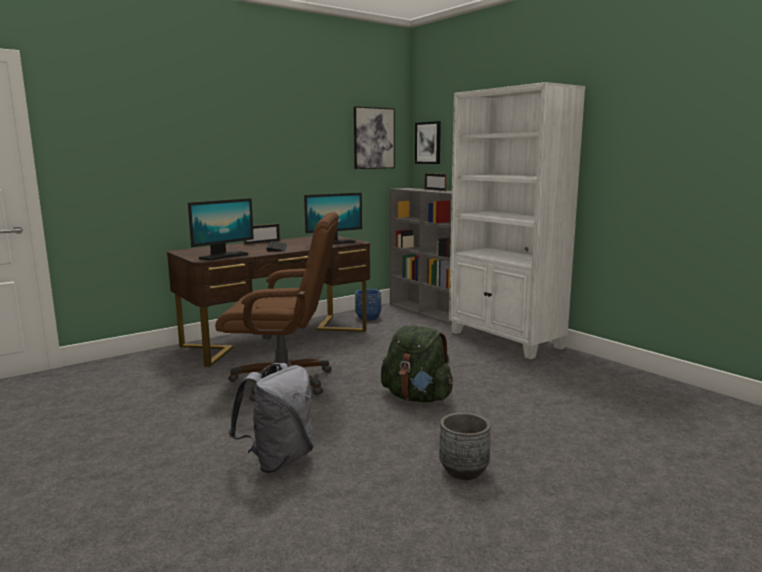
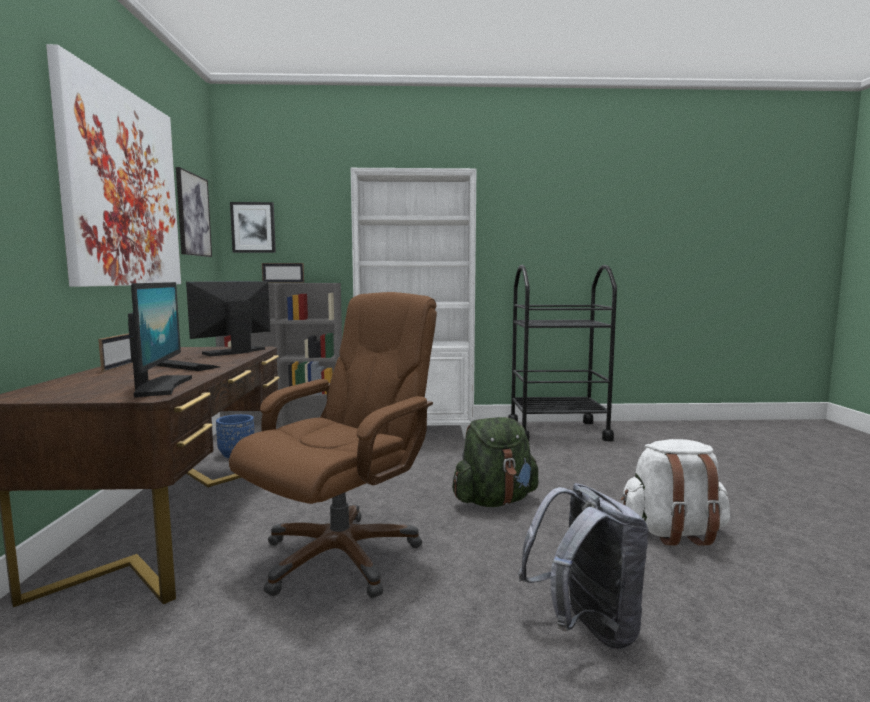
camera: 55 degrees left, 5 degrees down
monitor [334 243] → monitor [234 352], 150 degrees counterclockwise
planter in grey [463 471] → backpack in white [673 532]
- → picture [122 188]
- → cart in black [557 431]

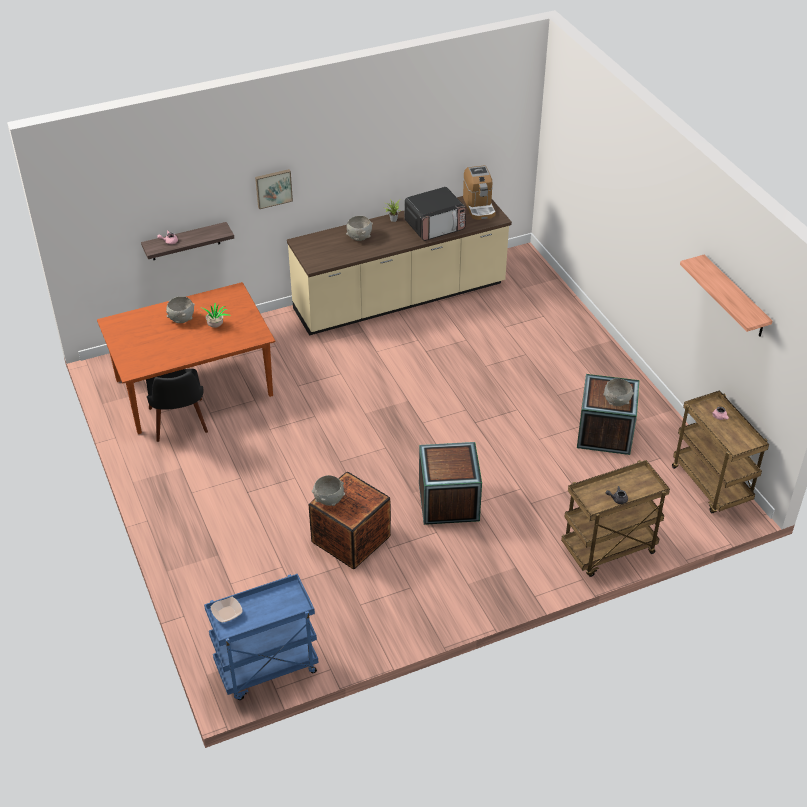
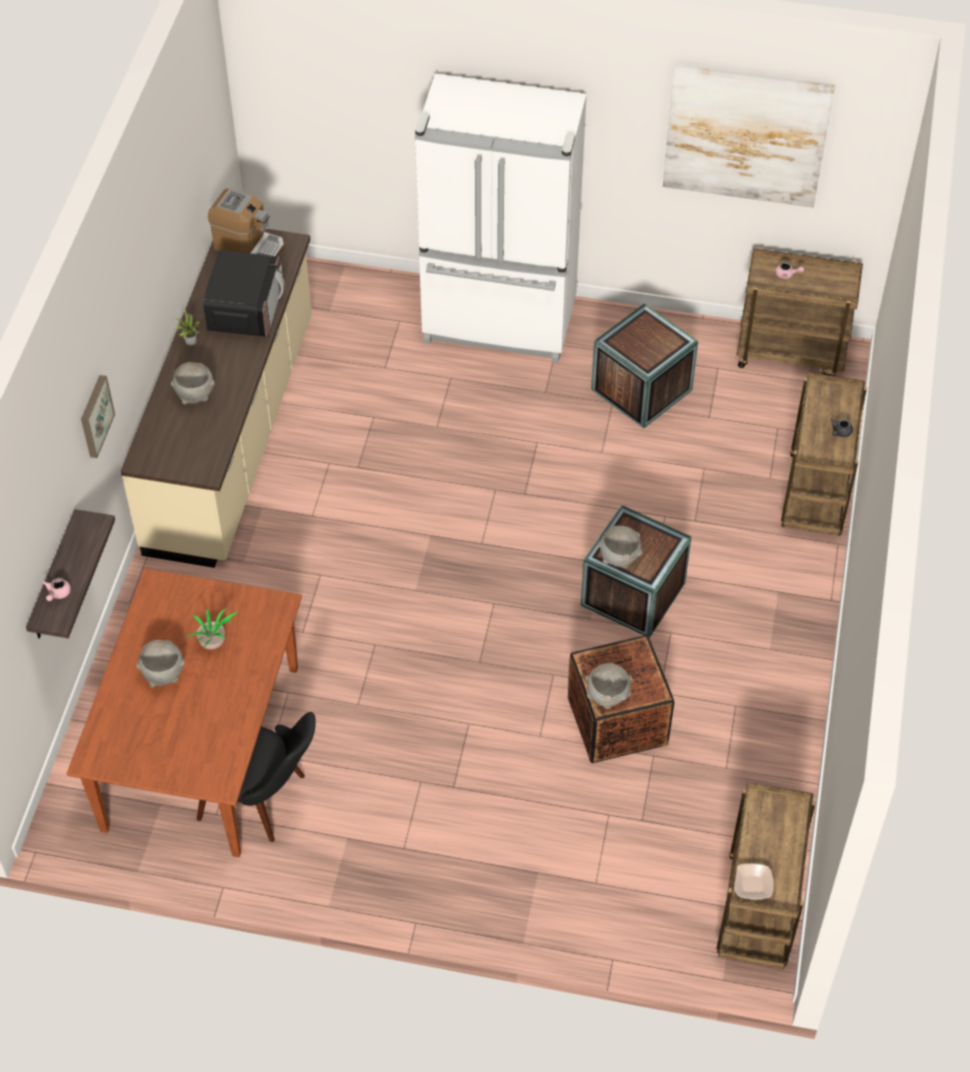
camera: 55 degrees left, 10 degrees up
cart in blue [266 669] → cart in brown [758 913]
bowl in grey [616 402] → bowl in grey [619 559], shifted
shelf [734 297] → picture [746 135]
- → fridge in white [499 323]

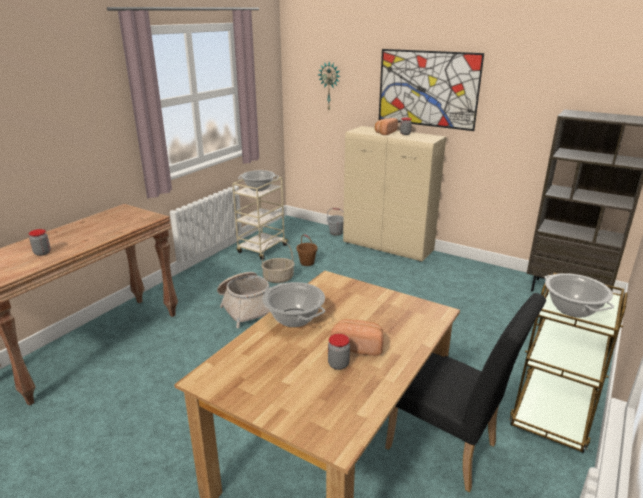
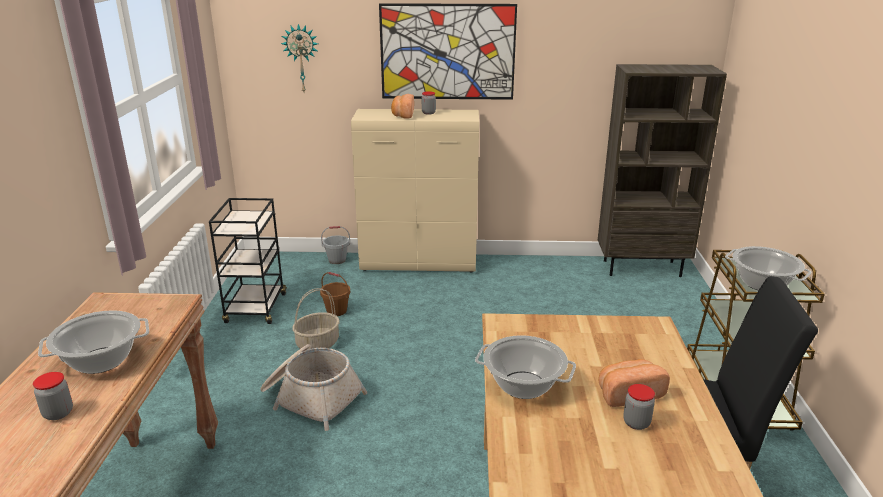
camera: 30 degrees left, 0 degrees up
cart in beige [262 249] → cart in black [256 309]
cooking pot [259 188] → cooking pot [101 360], shifted

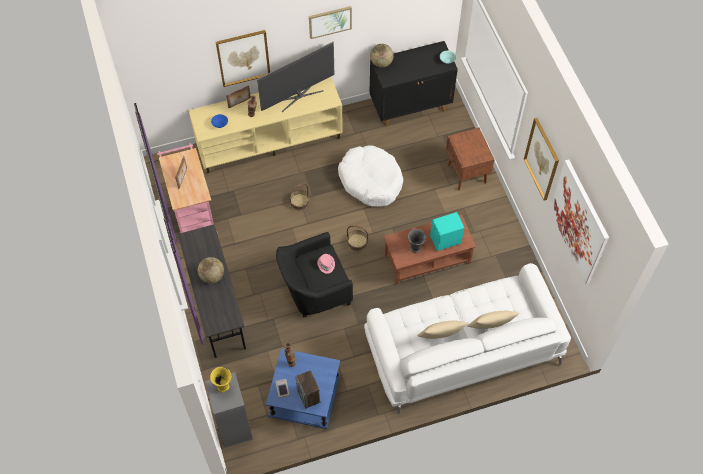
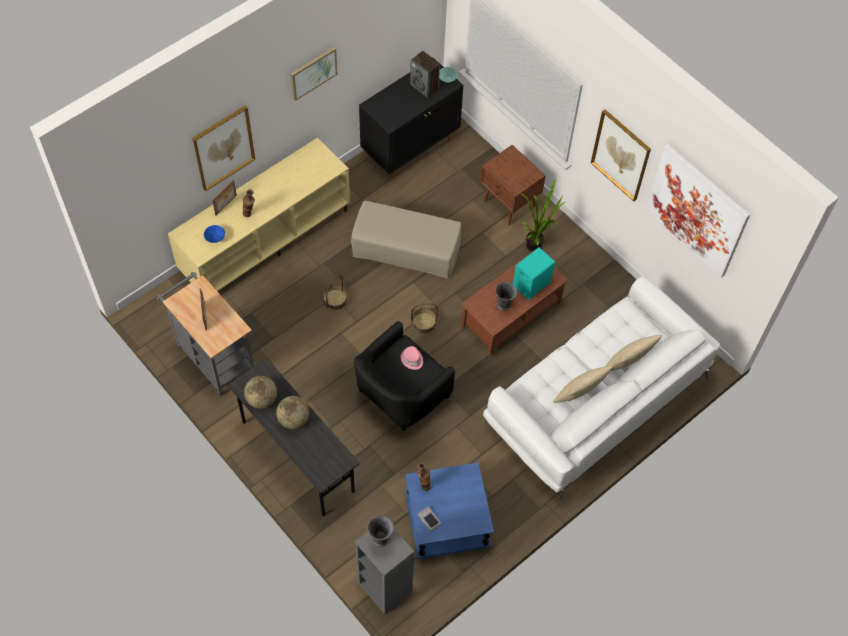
camera: 25 degrees left, 0 degrees up
cart in pink [192 212] → cart in grey [213 355]
vase in yellow [223 387] → vase in grey [380 540]
television [298 96] → -
speaker [309 396] → speaker [424 86], shifted
dog bed in white [371 181] → ottoman in beige [406 247]
globe [381 63] → globe [262 399], shifted
- → potted plant [536 244]

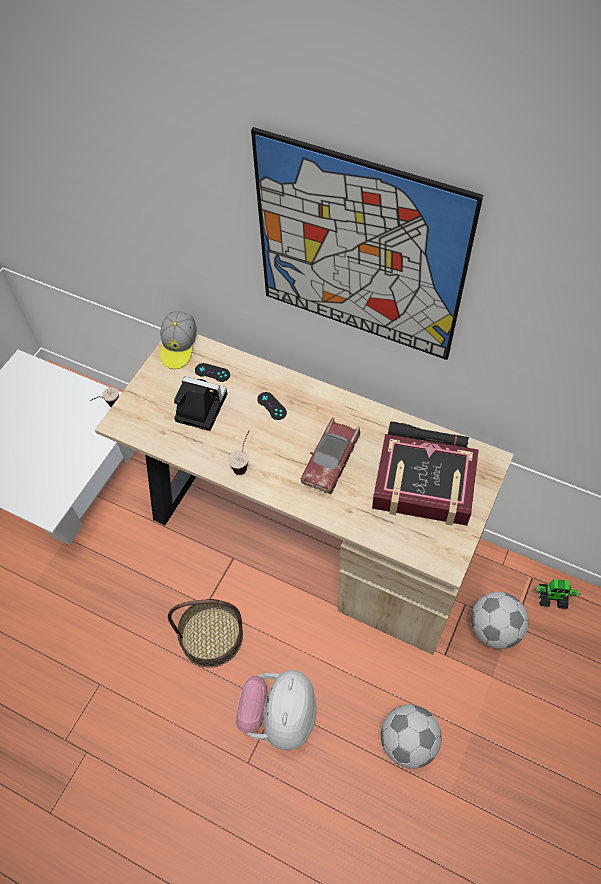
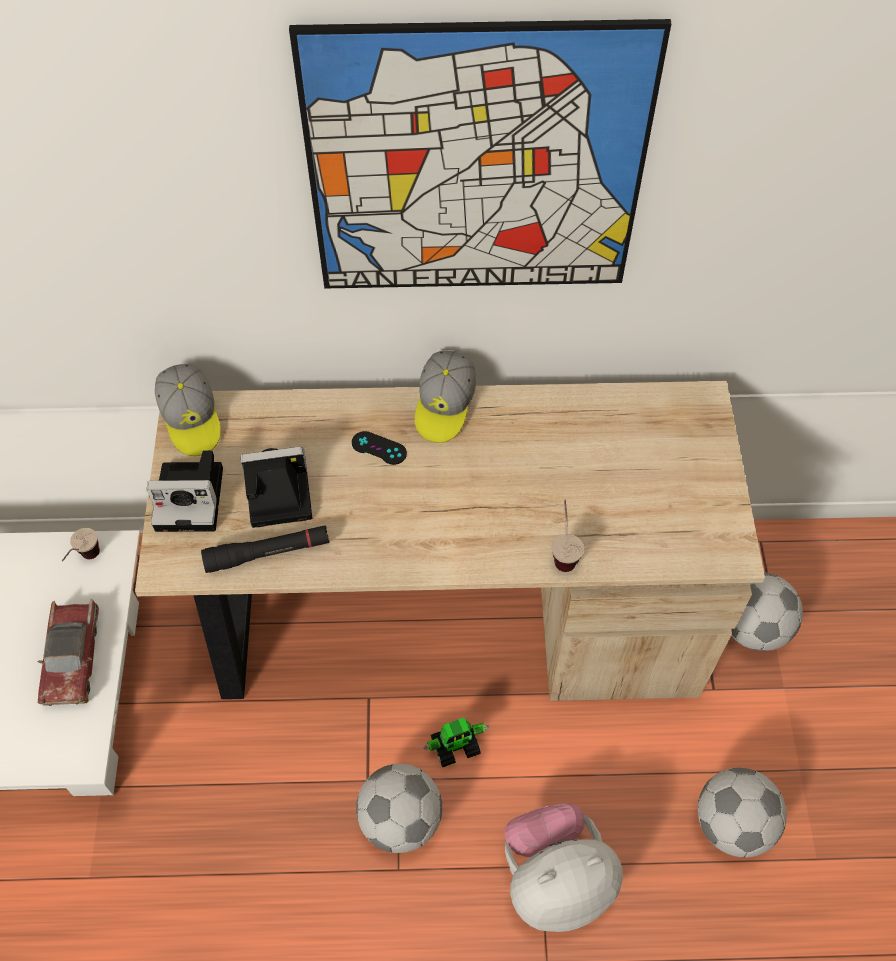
camera: 30 degrees left, 0 degrees up
basket [211 636] → football [400 820]
game controller in black [212 372] → -
cup [243 462] → cup [563 551], shifted
plush toy [280 717] → plush toy [554 880], 90 degrees clockwise
toy car [330 460] → toy car [72 658], shifted
book [423 486] → -
flashlight in black [427 439] → flashlight in black [267 553], shifted
toy robot [552 598] → toy robot [456 746], shifted
- → photo camera [193 497]
- → cap [444 406]

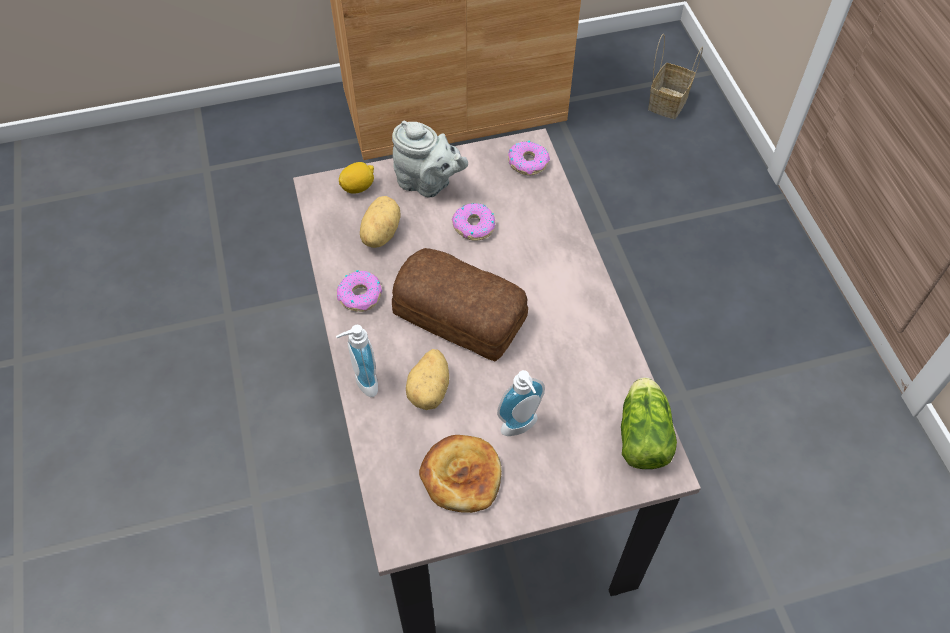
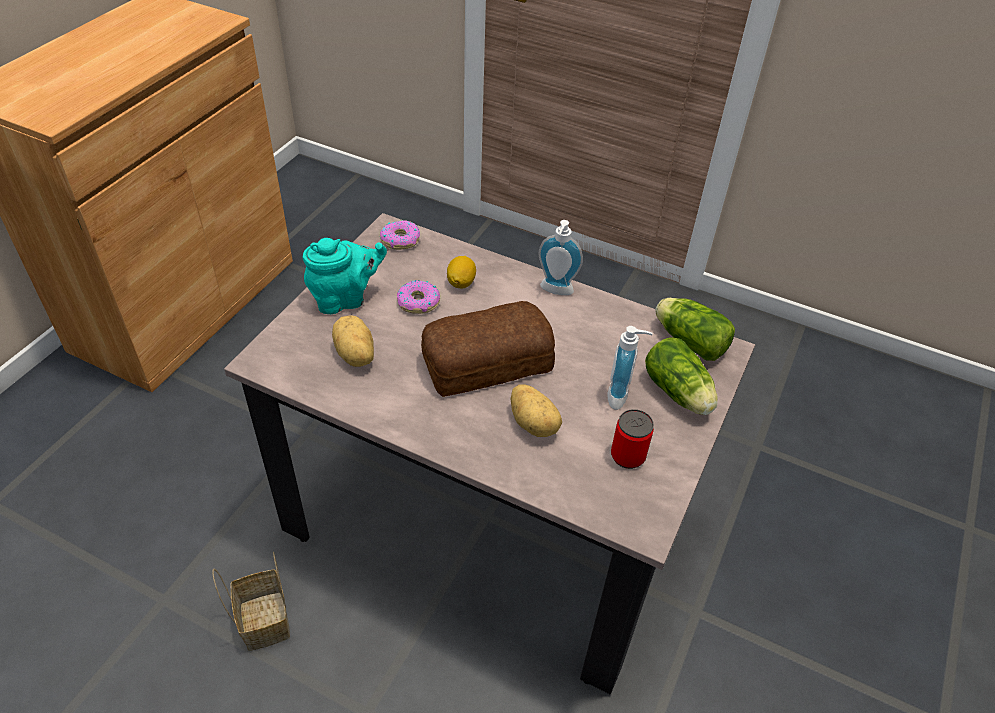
camera: 50 degrees left, 10 degrees down
soap dispenser [362 383] → soap dispenser [555 291], shifted
donut [360 295] → -
lemon [358 187] → lemon [461 282], shifted
teapot in grey [427 183] → teapot in turquoise [345 299]
bread [461 475] → can [628 456]
basket [667 101] → basket [263 619], shifted
- → lettuce [679 394]

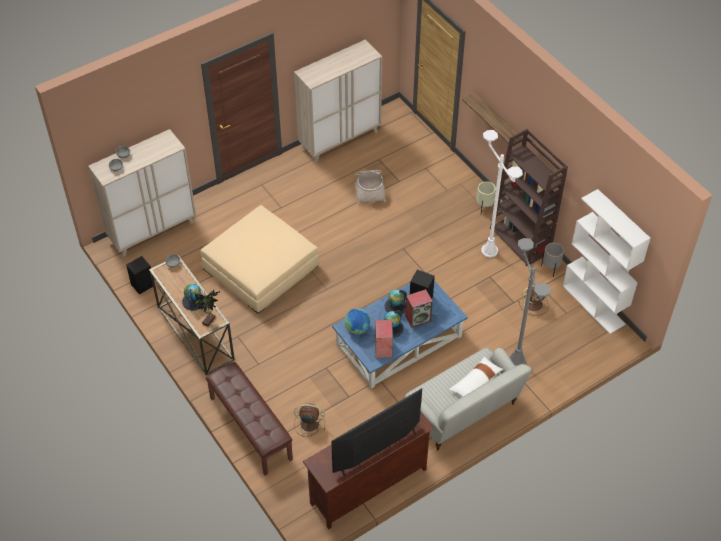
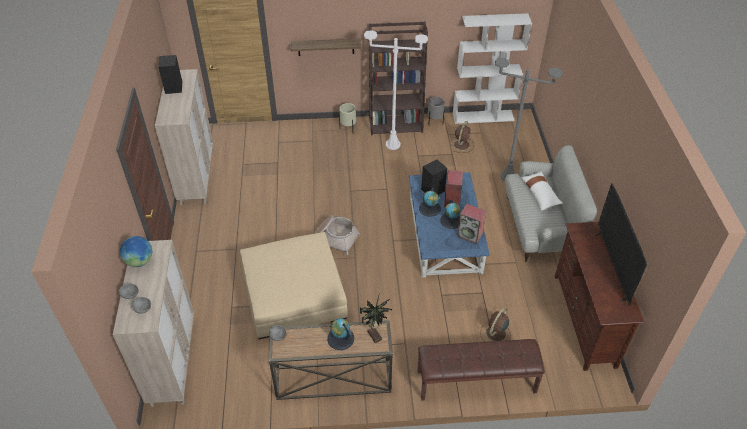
camera: 60 degrees left, 5 degrees down
speaker in black [143 284] → speaker in black [173 87], shifted
globe [357 328] → globe [139 261], shifted
basket [369 189] → basket [335 238], shifted

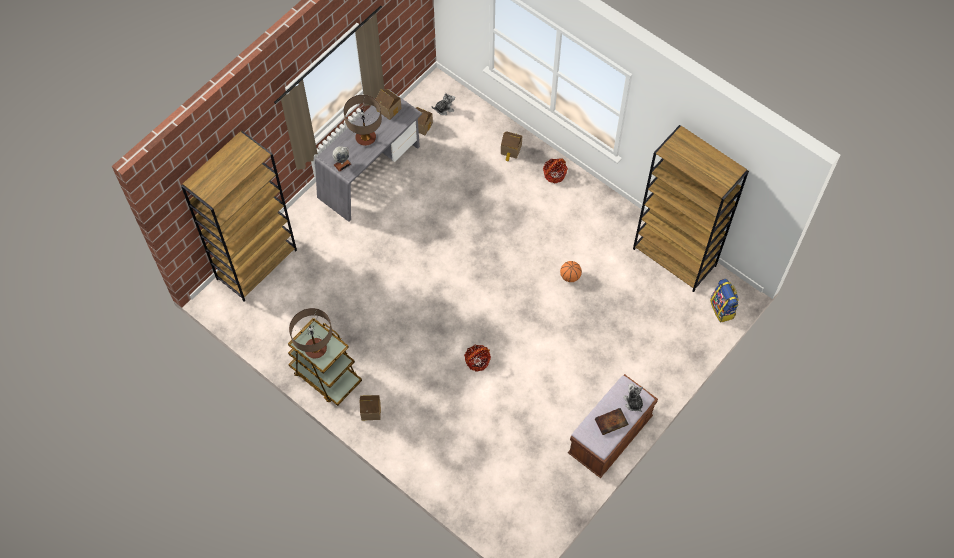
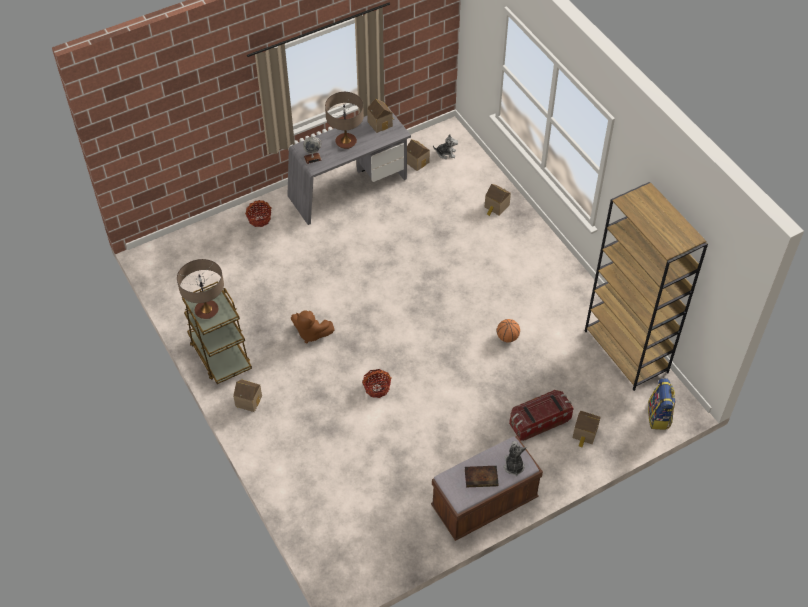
camera: 20 degrees right, 10 degrees down
bookcase in brown [257 264] → -
basket [554 174] → basket [259 219], shifted
- → plush toy in brown [311 333]
- → storage box [539 421]
- → toy house [585 434]

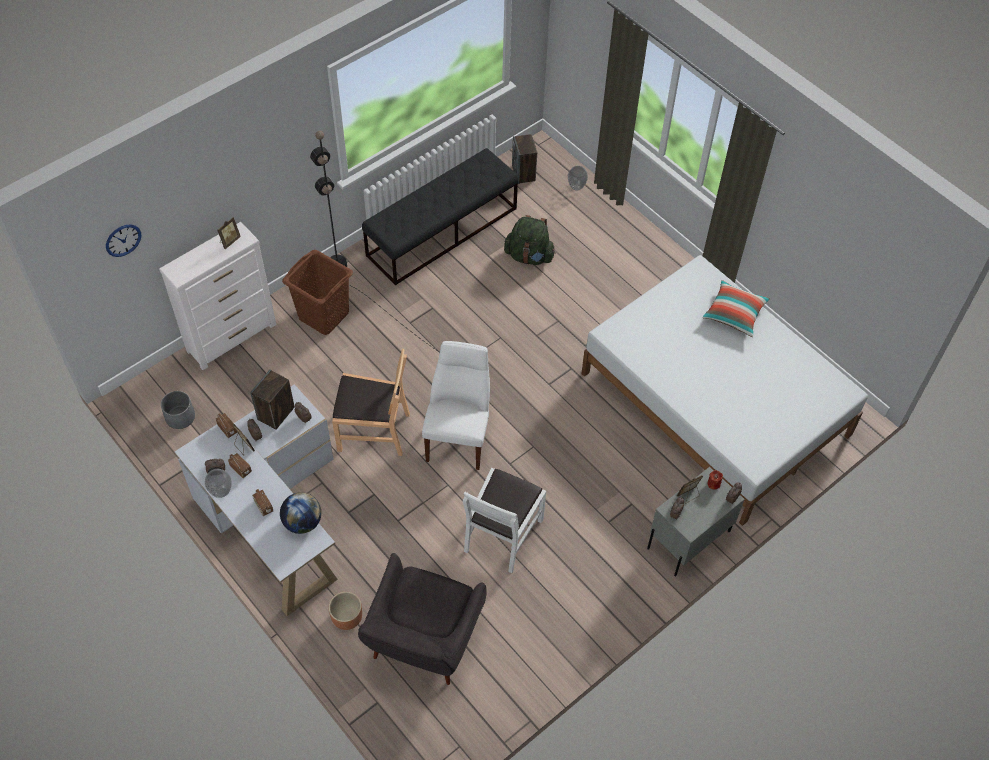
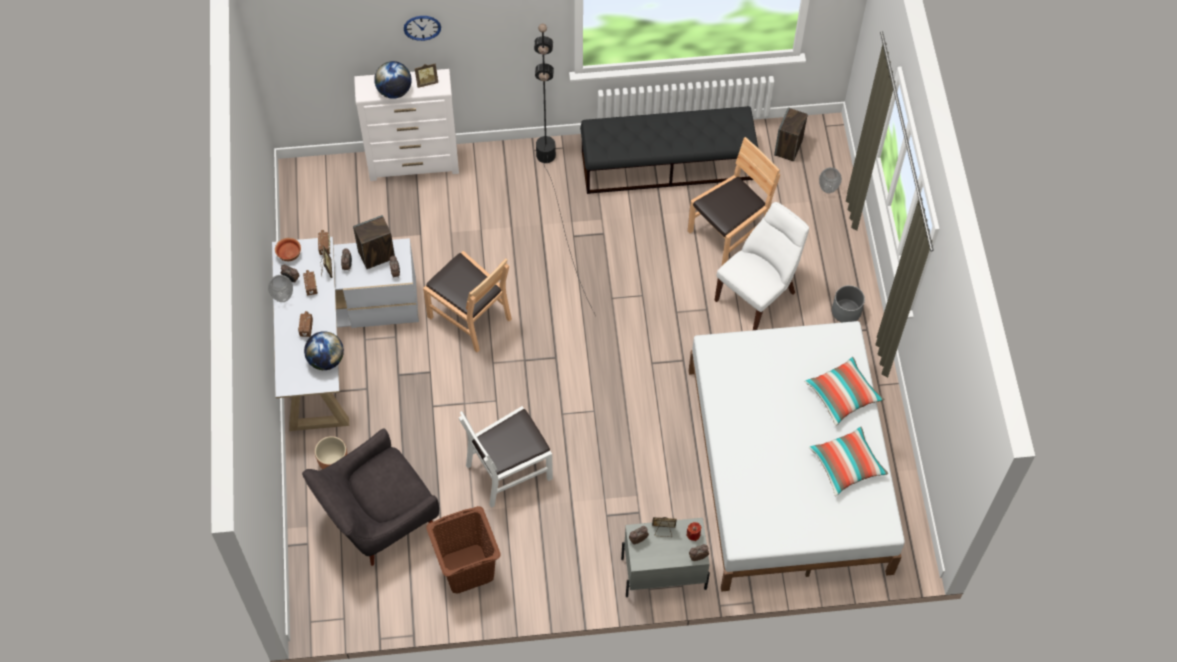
camera: 35 degrees right, 5 degrees up
wall clock [123 240] → wall clock [422 27], shifted
planter in grey [180 417] → planter in grey [846 311], shifted
laundry basket in brown [323 316] → laundry basket in brown [467 569], shifted
chair in white [459 435] → chair in white [758 294], shifted
backpack in green [529 256] → chair in brown [729 233]
- → bowl [289 255]
- → globe [394 91]
- → pillow [846 465]

